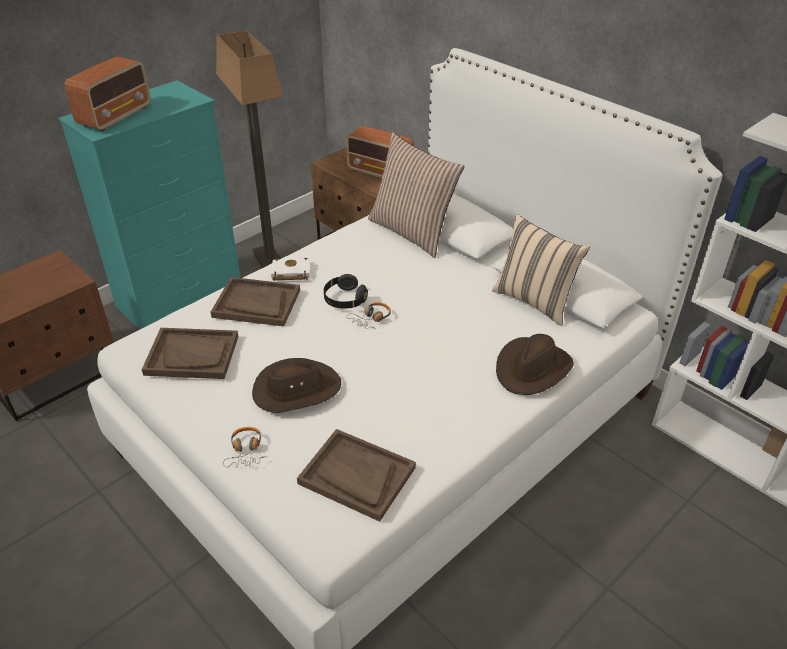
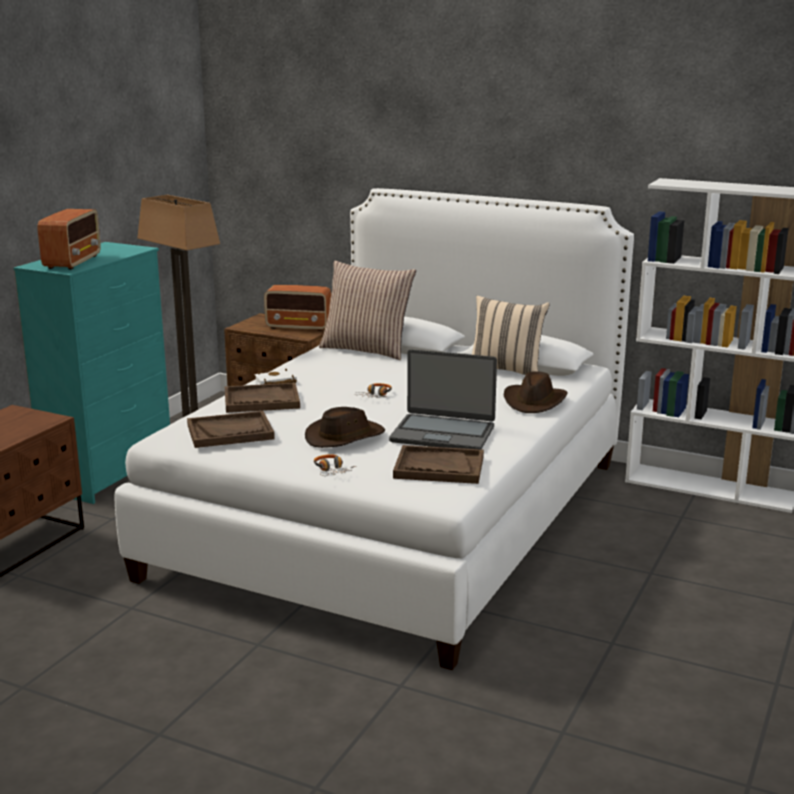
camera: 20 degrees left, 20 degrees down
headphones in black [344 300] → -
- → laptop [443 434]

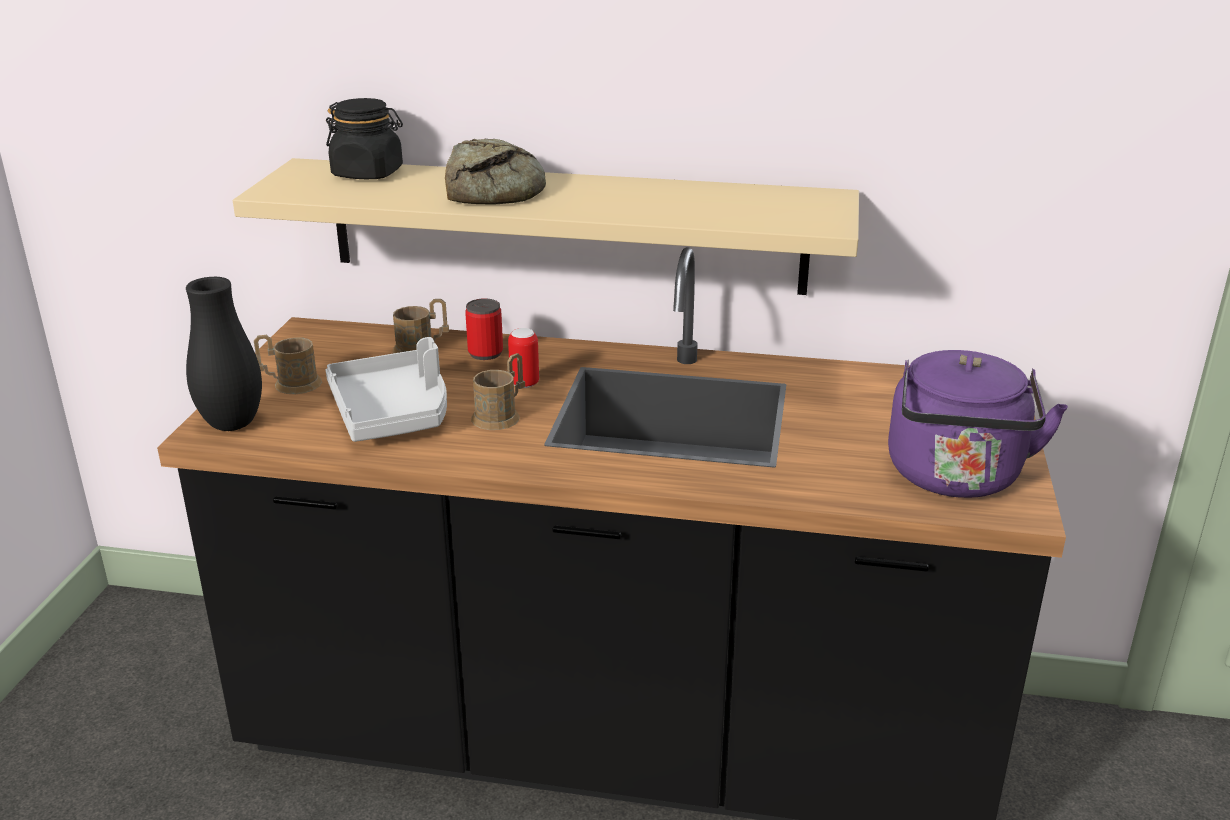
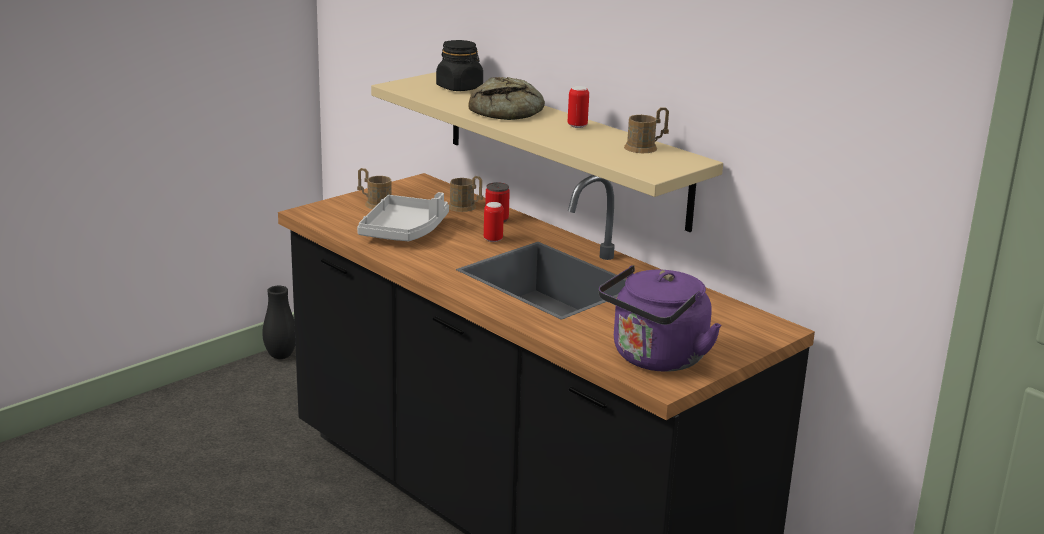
camera: 35 degrees right, 5 degrees down
vase in black [232 424] → vase in black [280 356], shifted
mug in brown [501 415] → mug in brown [645 147], shifted
- → can [577 126]

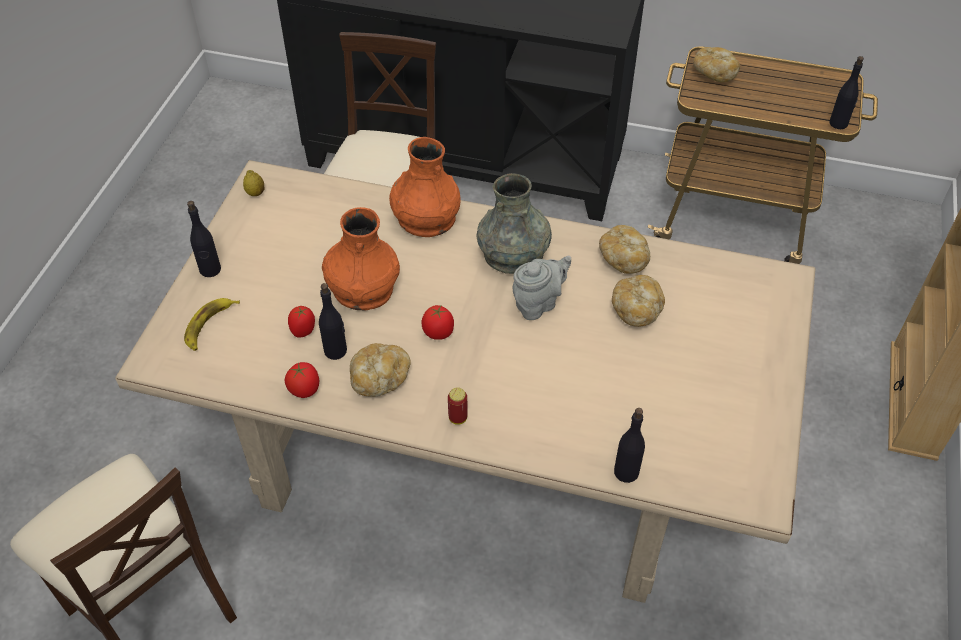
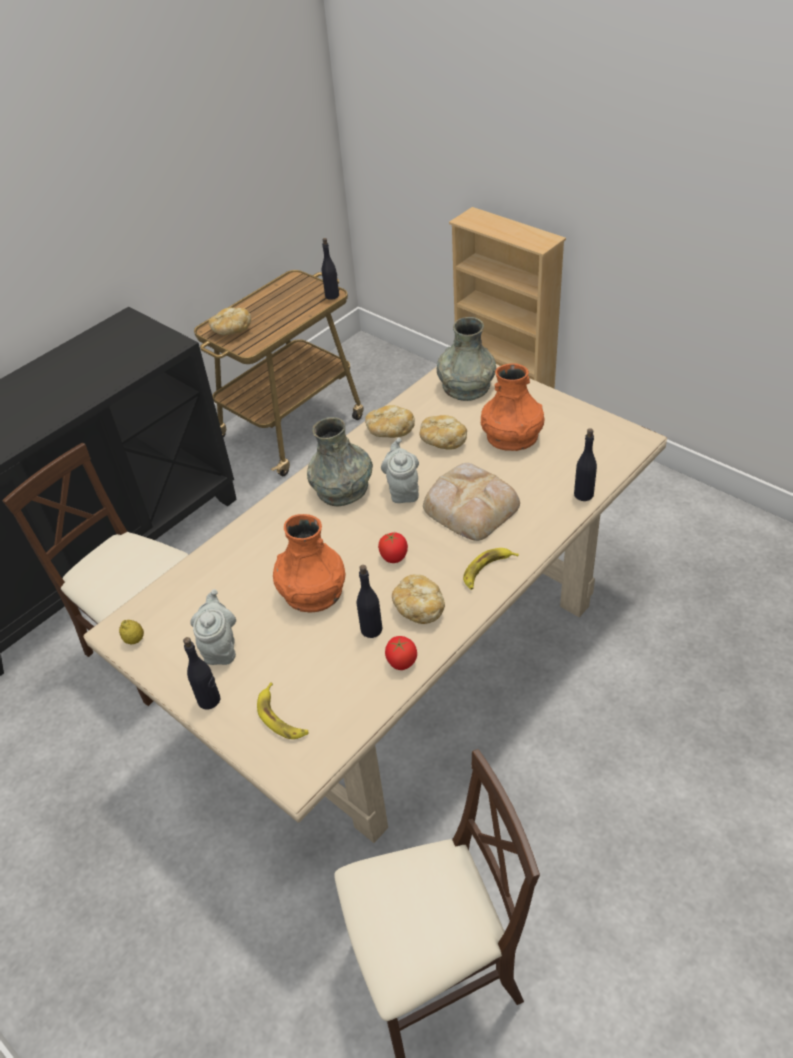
camera: 60 degrees left, 5 degrees down
tomato [303 331] → -
vase in orange [426 218] → vase in orange [512 437], shifted
can [458 418] → banana [487 570]
- → teapot in grey [220 647]
- → bread [470 505]
- → vase in grey [466 386]

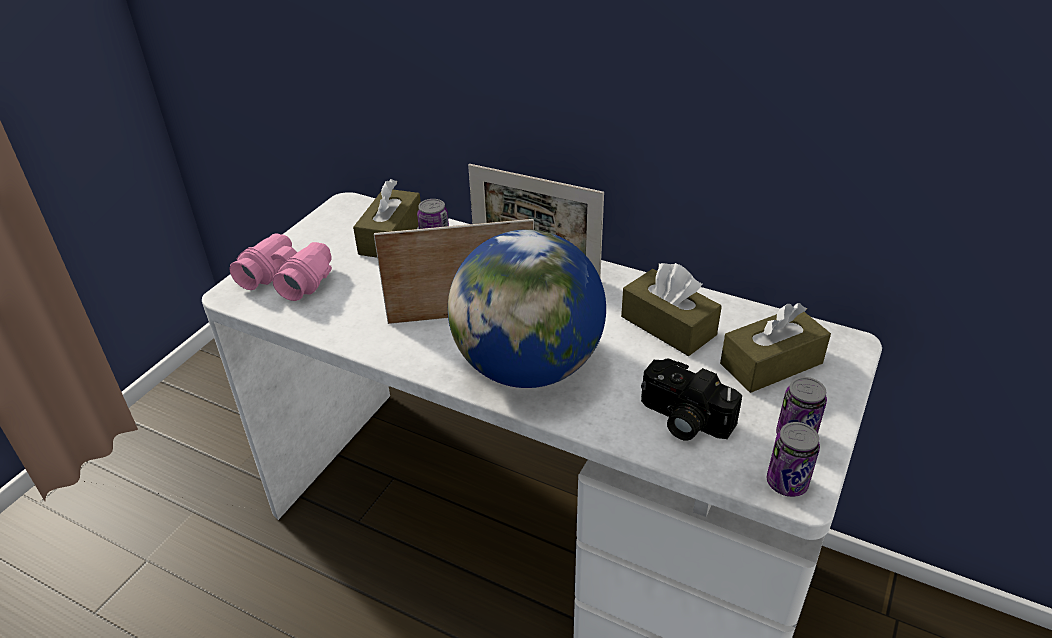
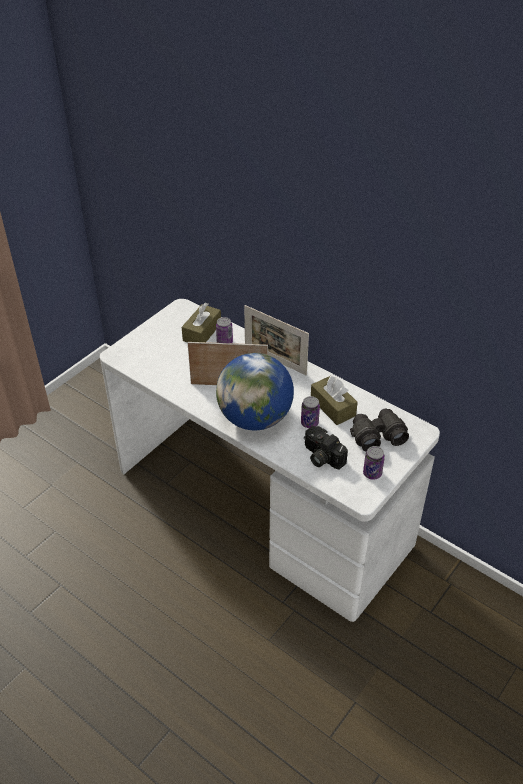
camera: 10 degrees right, 5 degrees up
binoculars in pink [288 278] → -
tissue box in brown [771 363] → binoculars in black [377 435]
can [786 483] → can [309 423], shifted

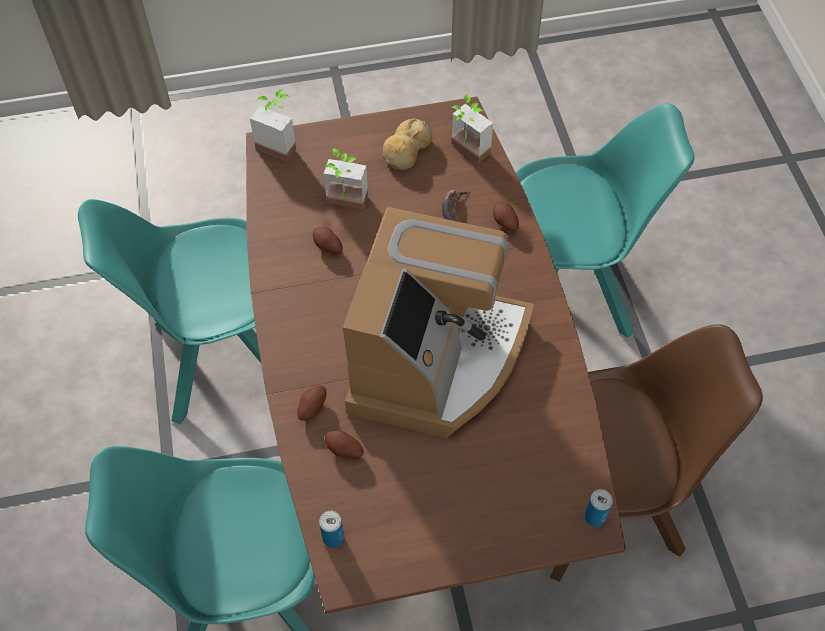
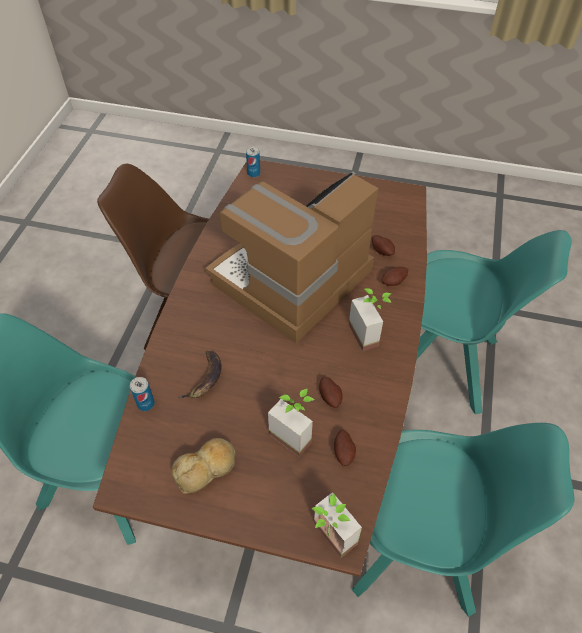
camera: 155 degrees left, 5 degrees down
can [333 538] → can [146 404], shifted
potted plant [465 152] → potted plant [370 333], shifted
potato [504 223] → potato [344 452], shifted

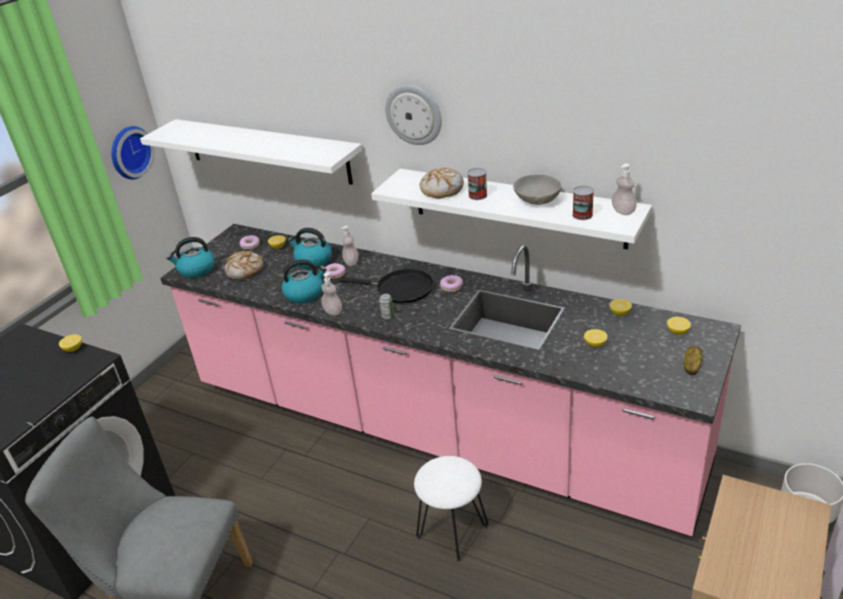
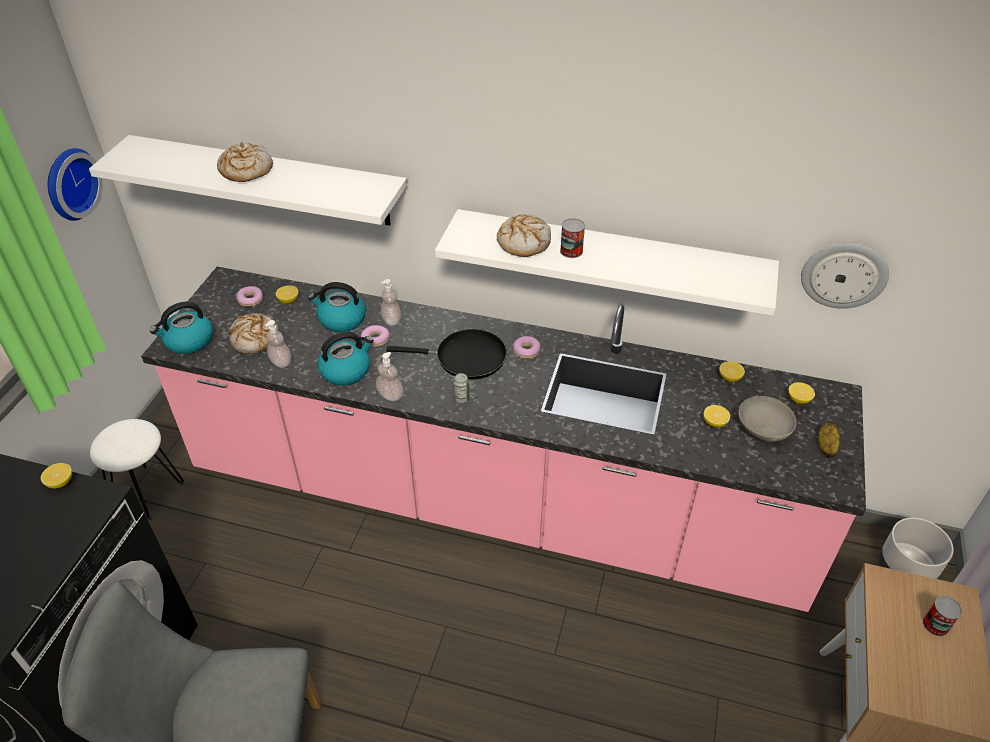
camera: 15 degrees left, 10 degrees up
wall clock [414 114] → wall clock [844 274], shifted
stool in white [453 531] → stool in white [148 492], shifted
bowl in grey [537 200] → bowl in grey [763 429], shifted
can [582 215] → can [935 625], shifted
soap dispenser [623 211] → soap dispenser [281 362], shifted
- → bread [246 170]

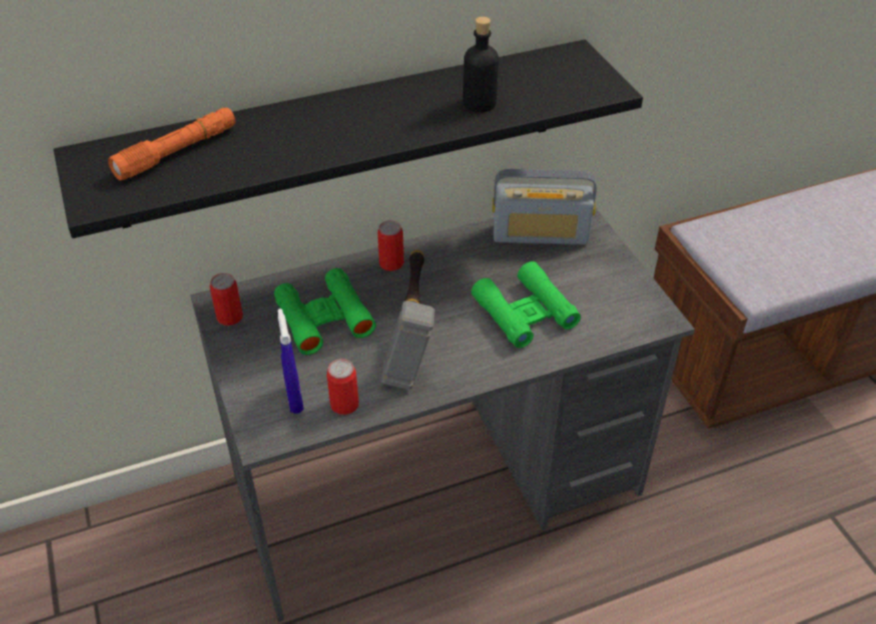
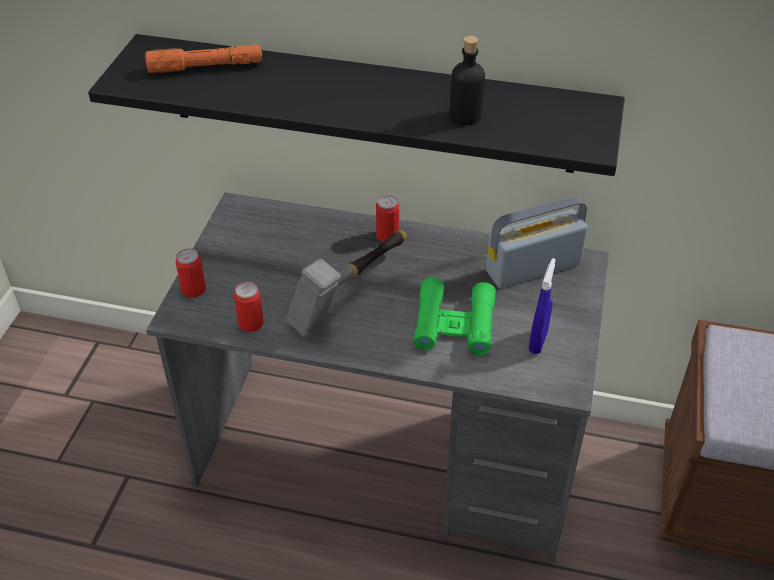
camera: 35 degrees right, 0 degrees up
can [230 317] → can [193 290], shifted
binoculars in green [324 318] → -
spray bottle in blue [294 399] → spray bottle in blue [538 341], shifted
radio [540 234] → radio [533 267], 120 degrees clockwise

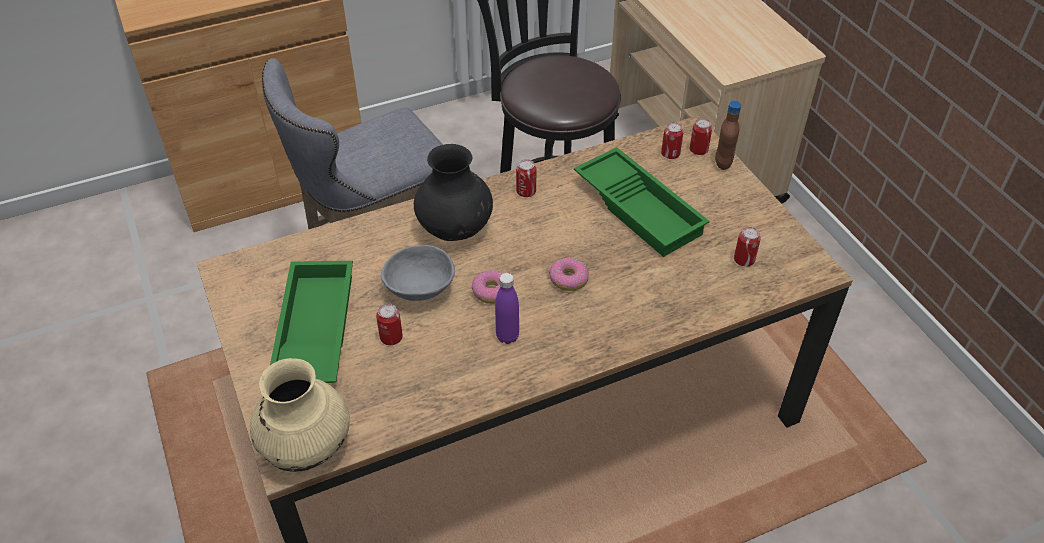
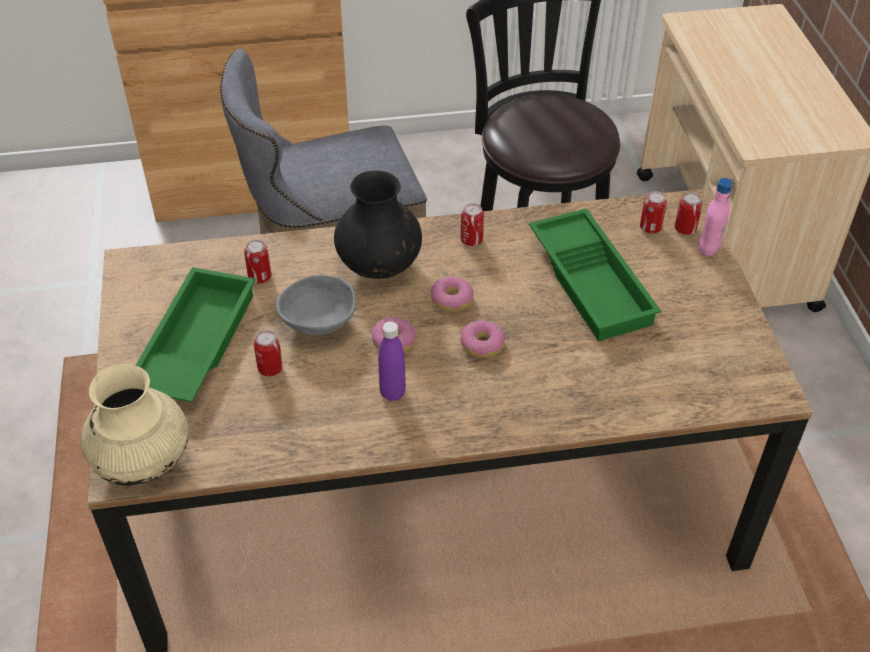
camera: 15 degrees right, 0 degrees up
bottle in brown [723 163] → bottle in pink [708 248]
can [744 260] → can [260 277], shifted
- → donut [451 299]

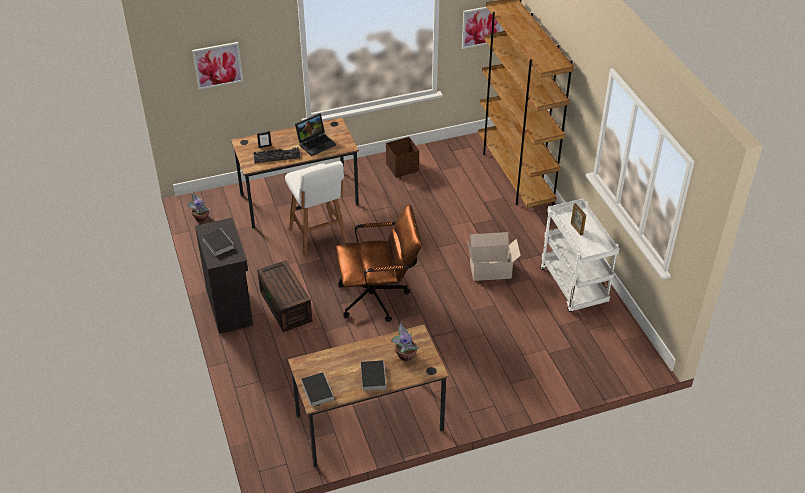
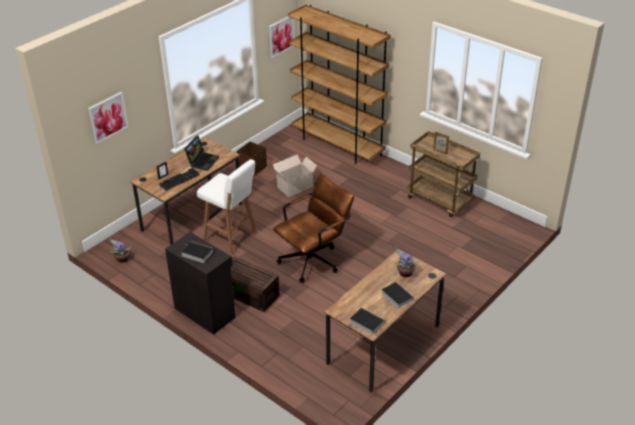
camera: 30 degrees left, 5 degrees down
cardboard box [491 270] → cardboard box [296 187], shifted
cart in white [574 287] → cart in brown [440 200]

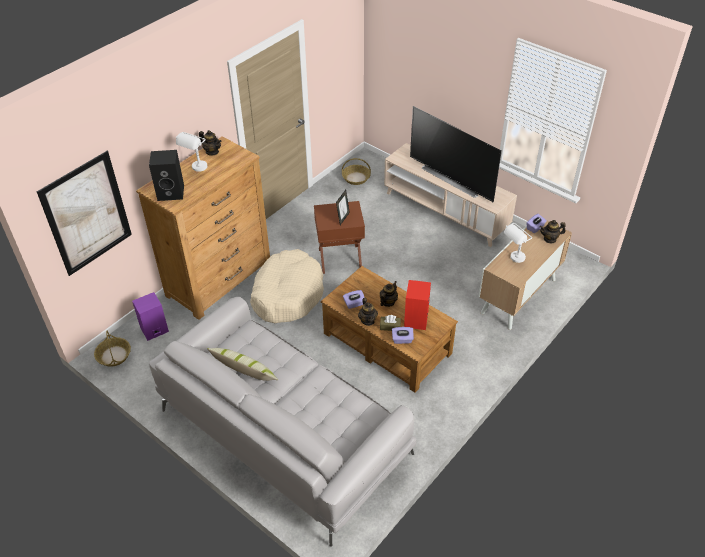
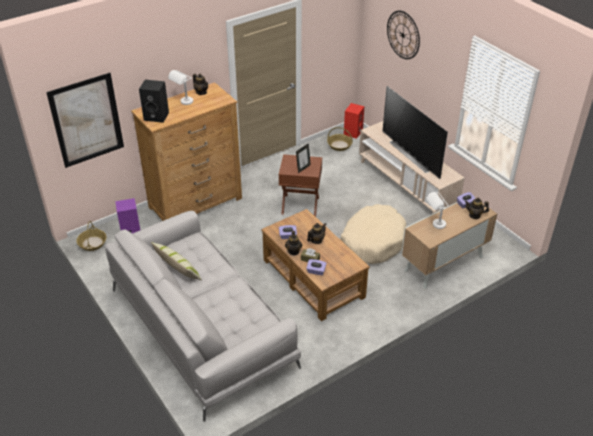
camera: 15 degrees right, 5 degrees down
dog bed in beige [287 294] → dog bed in beige [372 241], shifted
speaker in red [415 319] → speaker in red [353 132], shifted
- → wall clock [403 35]

